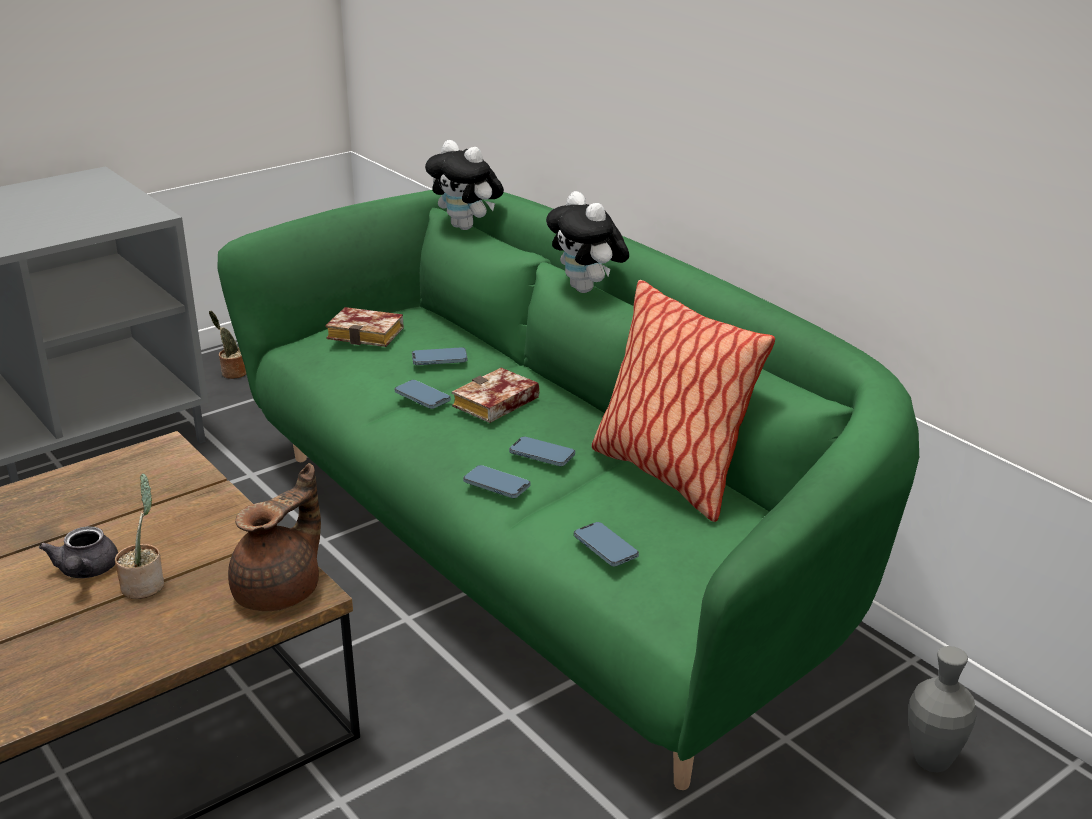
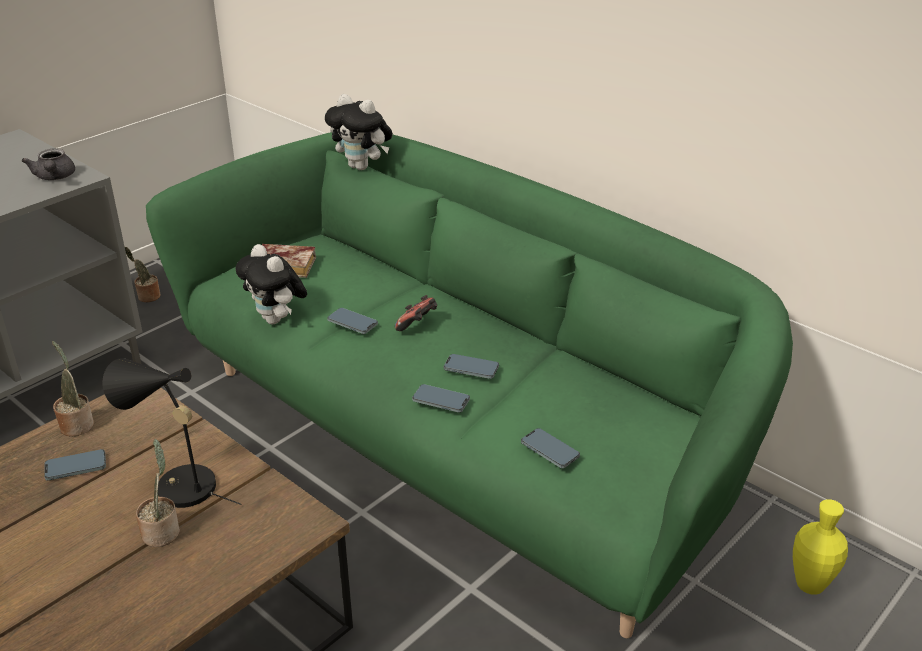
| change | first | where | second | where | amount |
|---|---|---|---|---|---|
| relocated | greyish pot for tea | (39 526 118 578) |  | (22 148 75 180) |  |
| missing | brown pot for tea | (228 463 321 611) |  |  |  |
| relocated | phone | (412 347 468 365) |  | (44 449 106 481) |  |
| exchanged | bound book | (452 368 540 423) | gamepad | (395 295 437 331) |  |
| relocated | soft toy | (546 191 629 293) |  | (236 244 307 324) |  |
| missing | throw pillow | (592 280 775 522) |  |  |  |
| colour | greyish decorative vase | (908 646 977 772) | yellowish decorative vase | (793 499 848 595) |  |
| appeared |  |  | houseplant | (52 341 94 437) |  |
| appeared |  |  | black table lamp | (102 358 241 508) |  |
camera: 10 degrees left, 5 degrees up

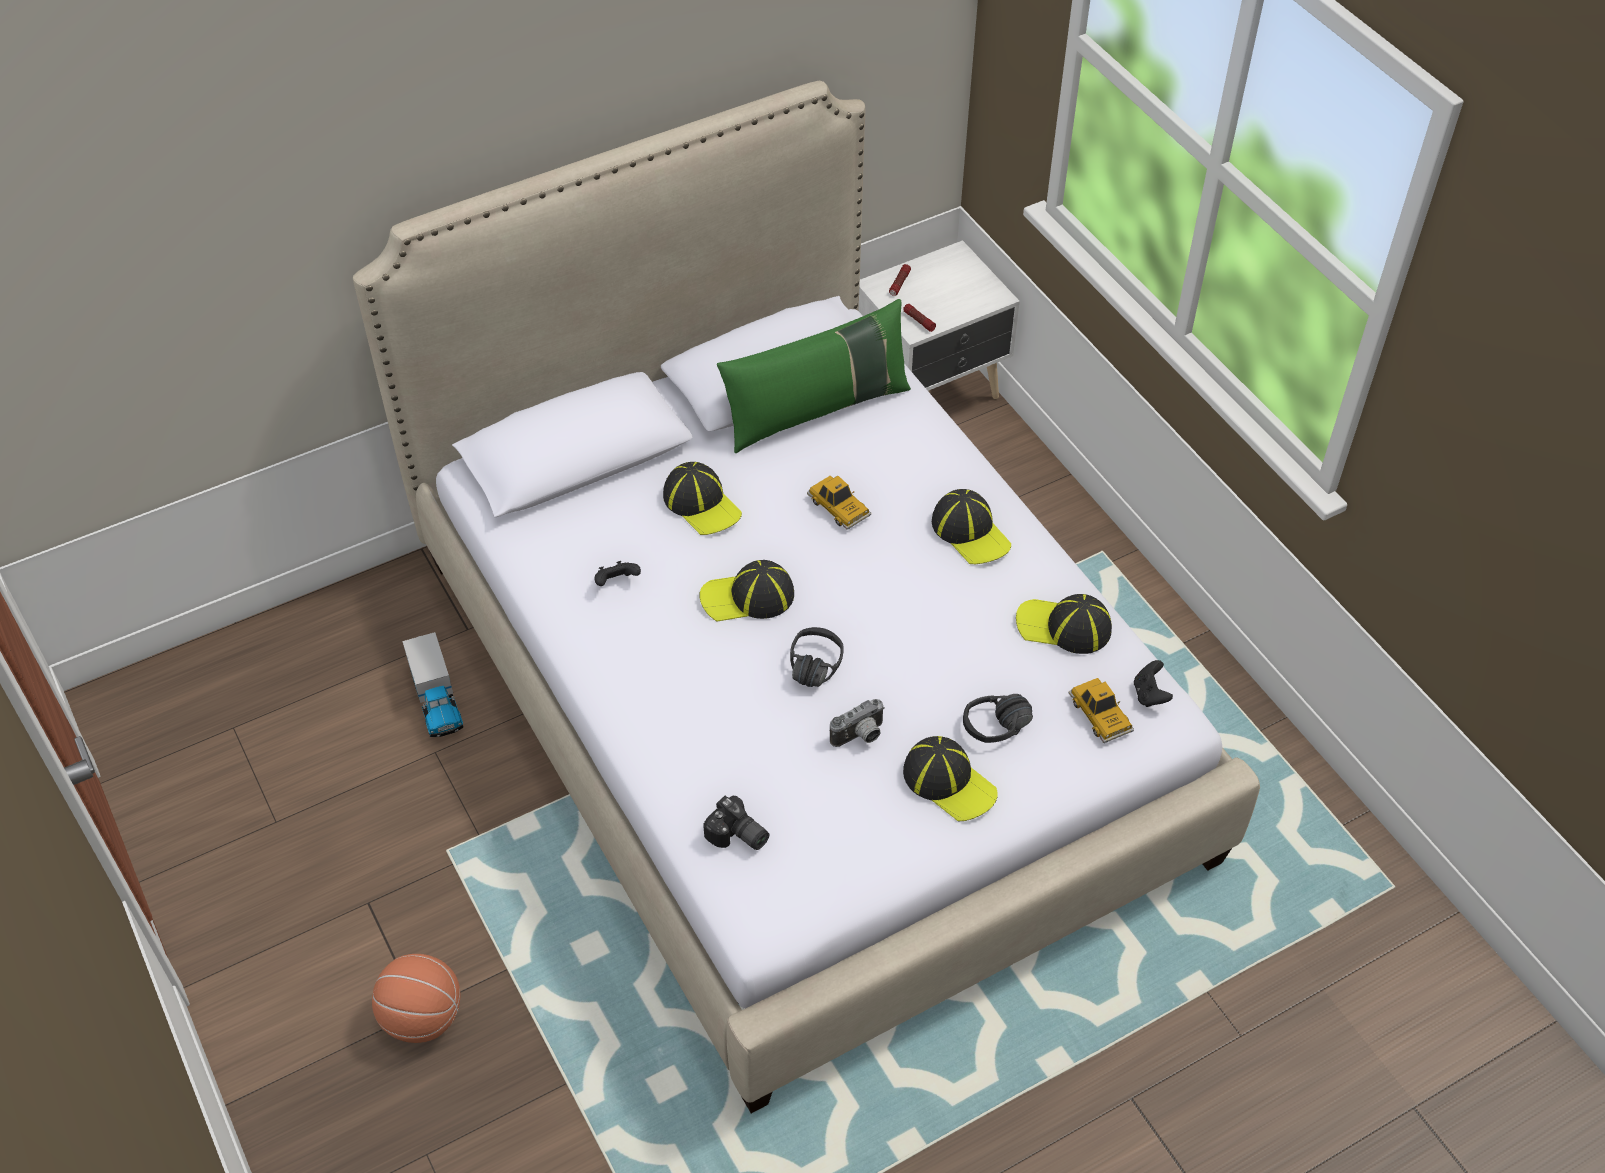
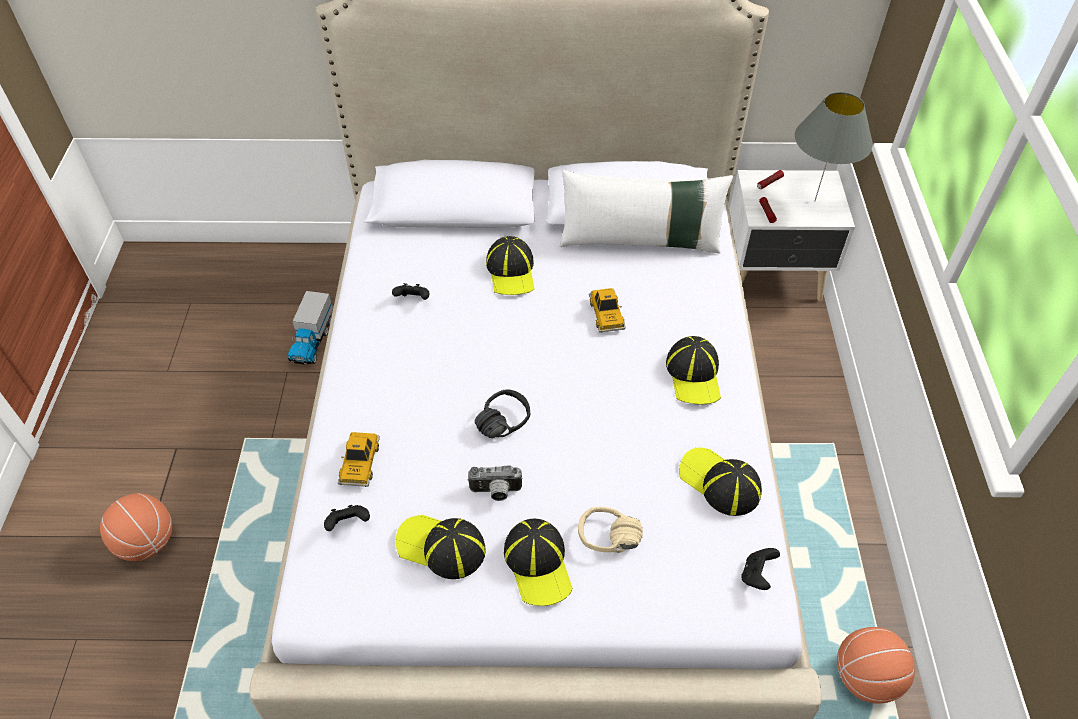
| change | first | where | second | where | amount |
|---|---|---|---|---|---|
| relocated | peaked cap | (700 560 794 622) |  | (396 515 486 579) |  |
| exchanged | still camera | (703 795 769 850) | black gamepad | (324 505 370 531) |  |
| colour | green-coloured throw pillow | (717 299 911 453) | whitish throw pillow | (560 170 733 254) |  |
| colour | black headset | (963 694 1033 743) | sand-coloured headset | (578 507 643 553) |  |
| relocated | toy car | (1069 678 1134 743) |  | (338 432 380 487) |  |
| appeared |  |  | greyish table lamp | (795 92 873 201) |  |
| appeared |  |  | basketball | (837 627 915 704) |  |
camera: 30 degrees right, 0 degrees up

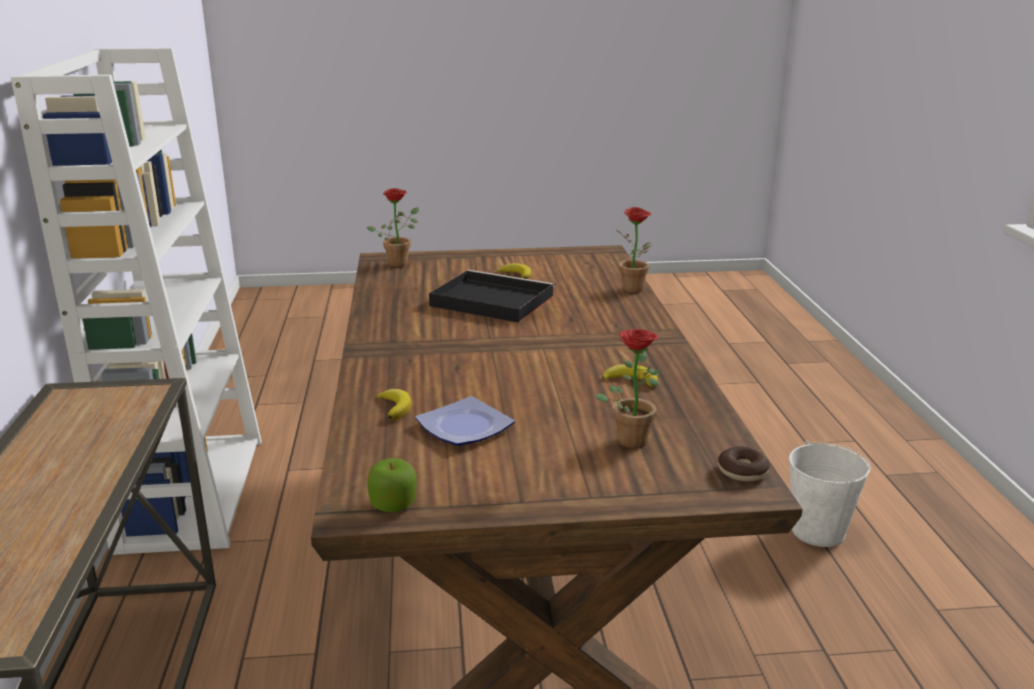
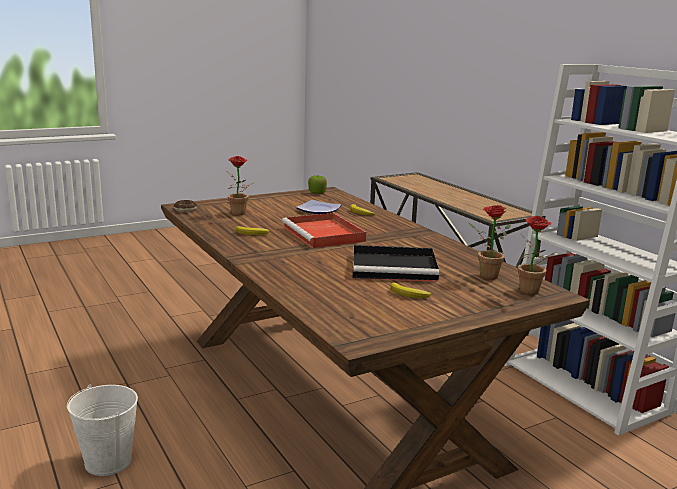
| change | first | where | second | where | amount |
|---|---|---|---|---|---|
| relocated | houseplant | (617 207 652 293) |  | (469 205 511 280) |  |
| appeared |  |  | reddish carrying tray | (282 213 367 248) |  |
camera: 155 degrees right, 5 degrees down

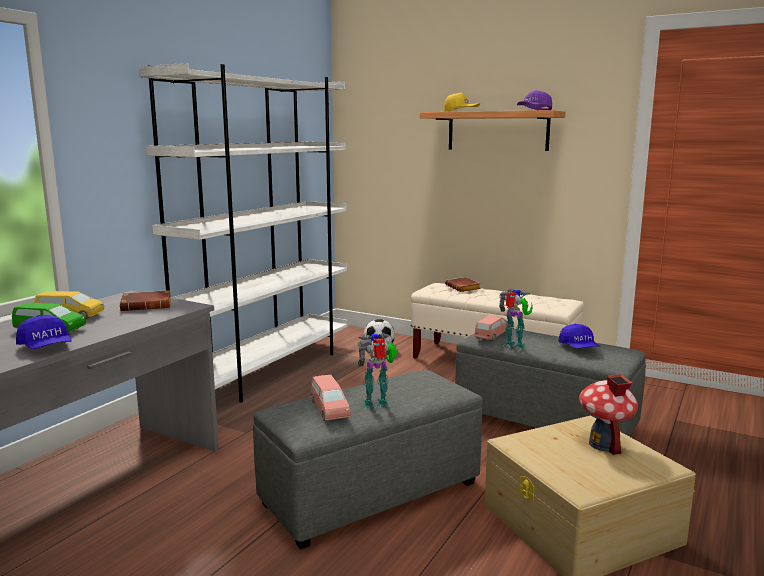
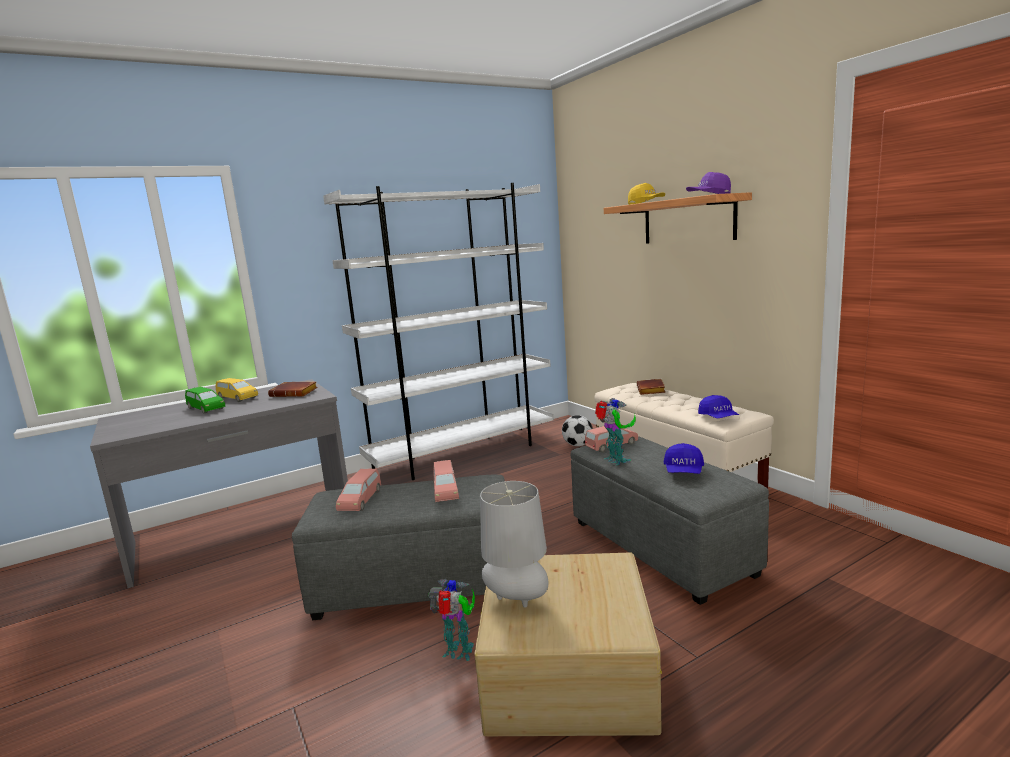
| change | first | where | second | where | amount |
|---|---|---|---|---|---|
| relocated | blue-coloured peaked cap | (16 315 72 349) |  | (698 395 739 418) |  |
| relocated | model robot | (358 333 398 409) |  | (428 578 475 661) |  |
| missing | miniature house | (579 374 638 455) |  |  |  |
| appeared |  |  | pink-coloured toy car | (433 460 459 502) |  |
| appeared |  |  | greyish table lamp | (480 481 549 608) |  |
camera: 30 degrees right, 0 degrees up

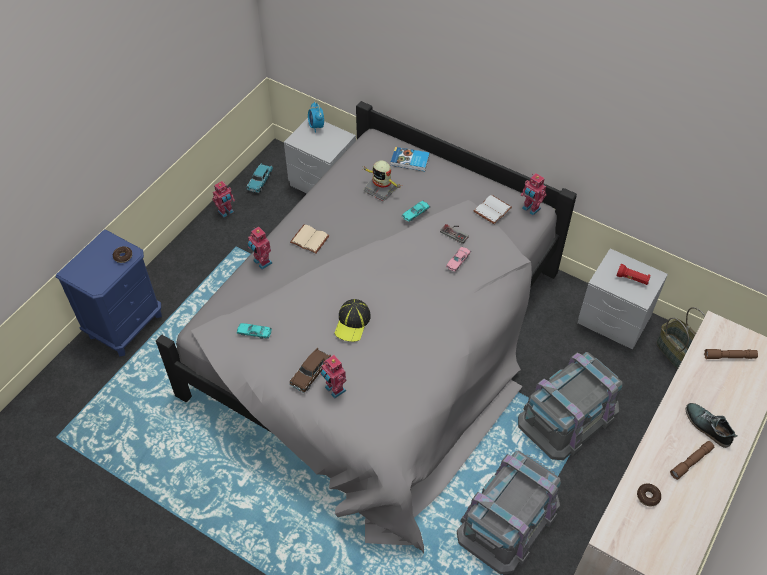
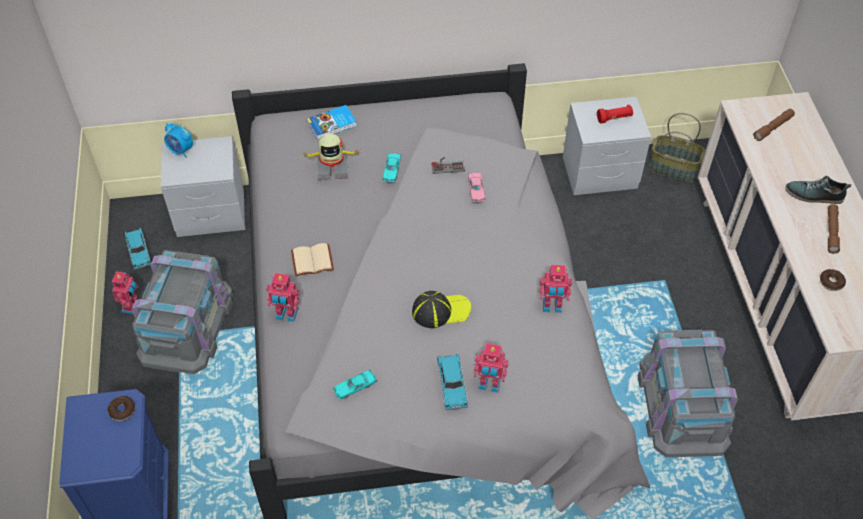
| change | first | where | second | where | amount |
|---|---|---|---|---|---|
| colour | brown toy car | (289 348 331 393) | blue-green toy car | (437 353 468 410) |  |
| spun | peaked cap | (334 299 371 342) |  | (412 291 471 328) | 75 degrees counterclockwise |
| missing | whitish bound book | (474 195 512 224) |  |  |  |
| relocated | greyish storage container | (518 352 623 460) |  | (131 250 233 374) |  |
| relocated | model robot | (521 173 547 215) |  | (539 265 572 313) |  |
camera: 40 degrees left, 0 degrees up

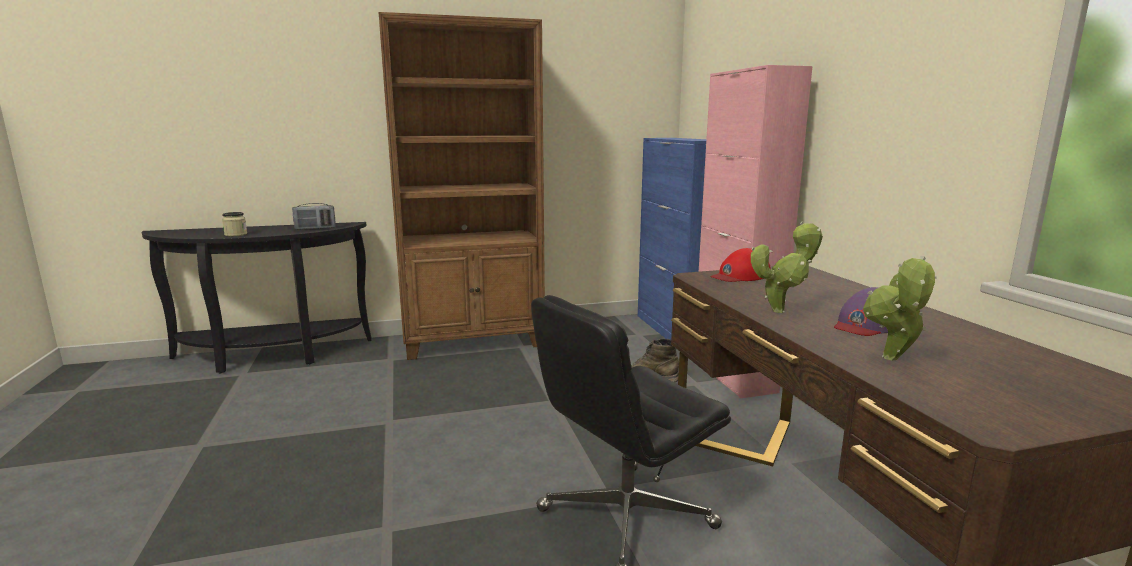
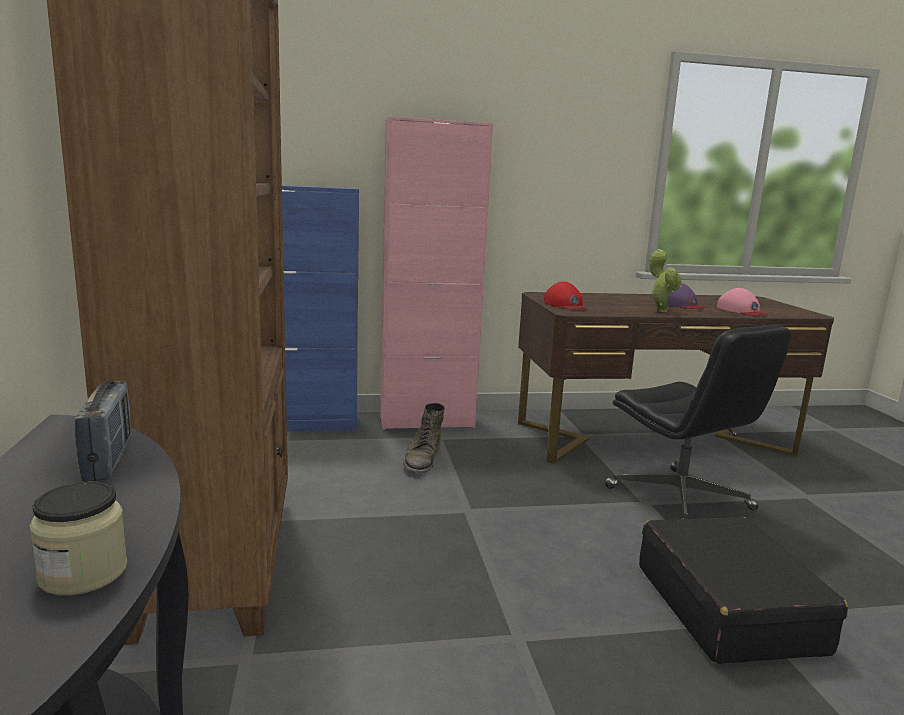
| change | first | where | second | where | amount |
|---|---|---|---|---|---|
| exchanged | houseplant | (863 256 937 360) | pink-coloured peaked cap | (717 288 768 315) |  |
| appeared |  |  | black piece of luggage | (639 517 848 664) |  |
camera: 85 degrees left, 0 degrees up

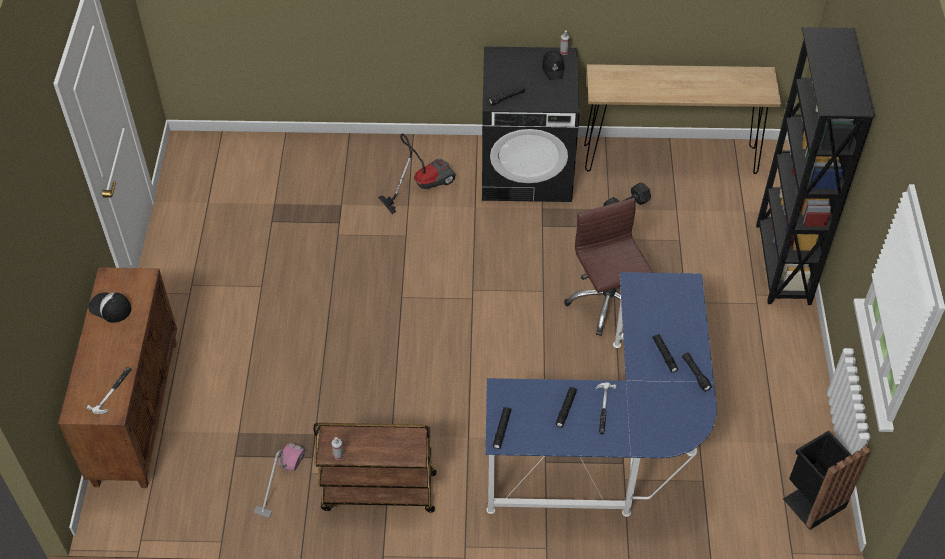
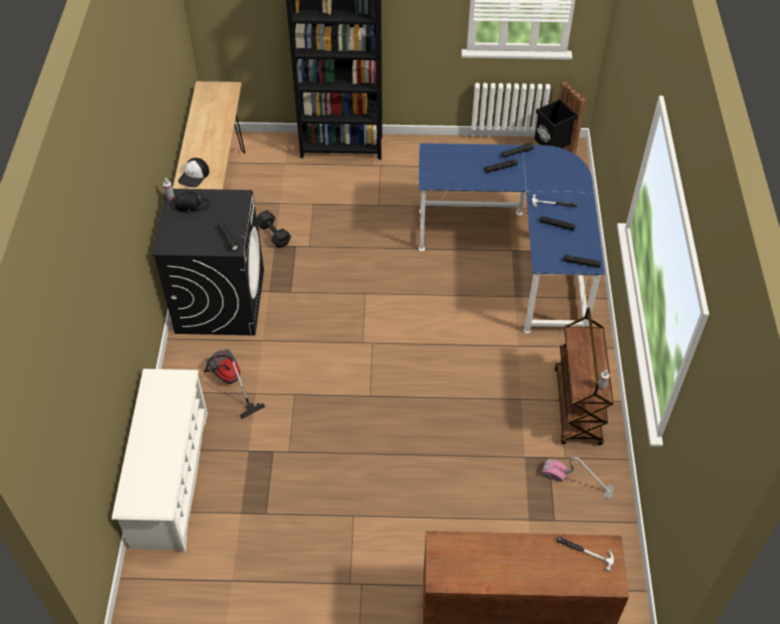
| change | first | where | second | where | amount |
|---|---|---|---|---|---|
| relocated | peaked cap | (88 292 131 323) |  | (178 158 209 188) |  |
| missing | brown computer chair | (564 198 653 336) |  |  |  |
| appeared |  |  | whitish shoe rack | (112 369 208 553) |  |
camera: 90 degrees left, 0 degrees up

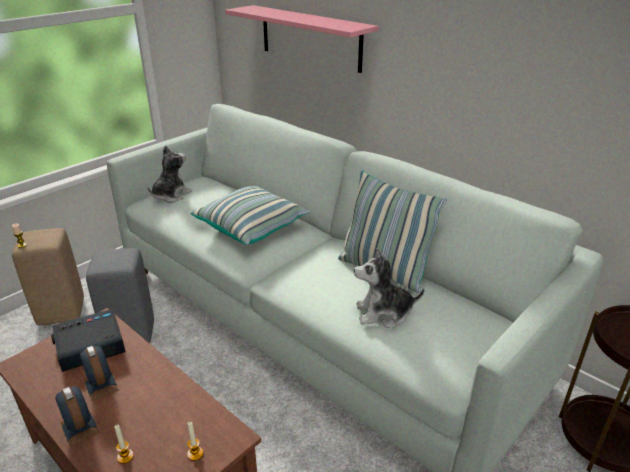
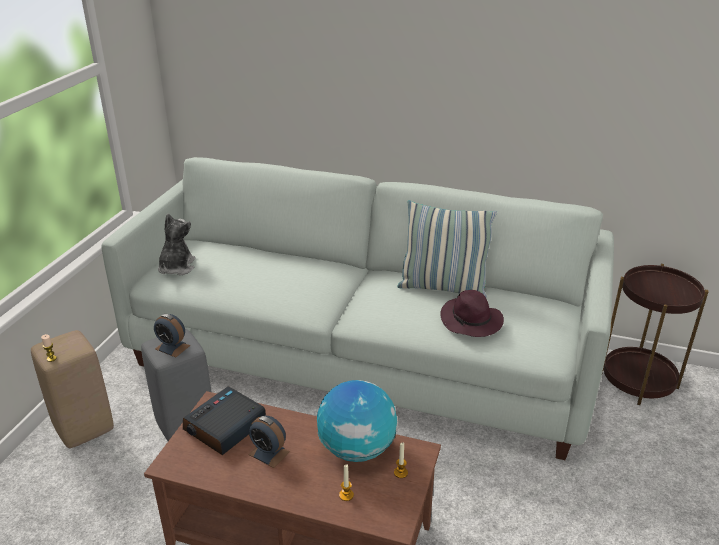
| change | first | where | second | where | amount |
|---|---|---|---|---|---|
| relocated | bedside clock | (55 386 100 447) |  | (154 314 190 357) |  |
| missing | throw pillow | (191 185 310 245) |  |  |  |
| missing | pink-coloured wall shelf | (225 5 378 73) |  |  |  |
| exchanged | soft toy | (354 248 425 328) | purple wearable hat | (440 290 504 337) |  |
| appeared |  |  | desk globe | (317 380 397 462) |  |
camera: 25 degrees left, 0 degrees up

